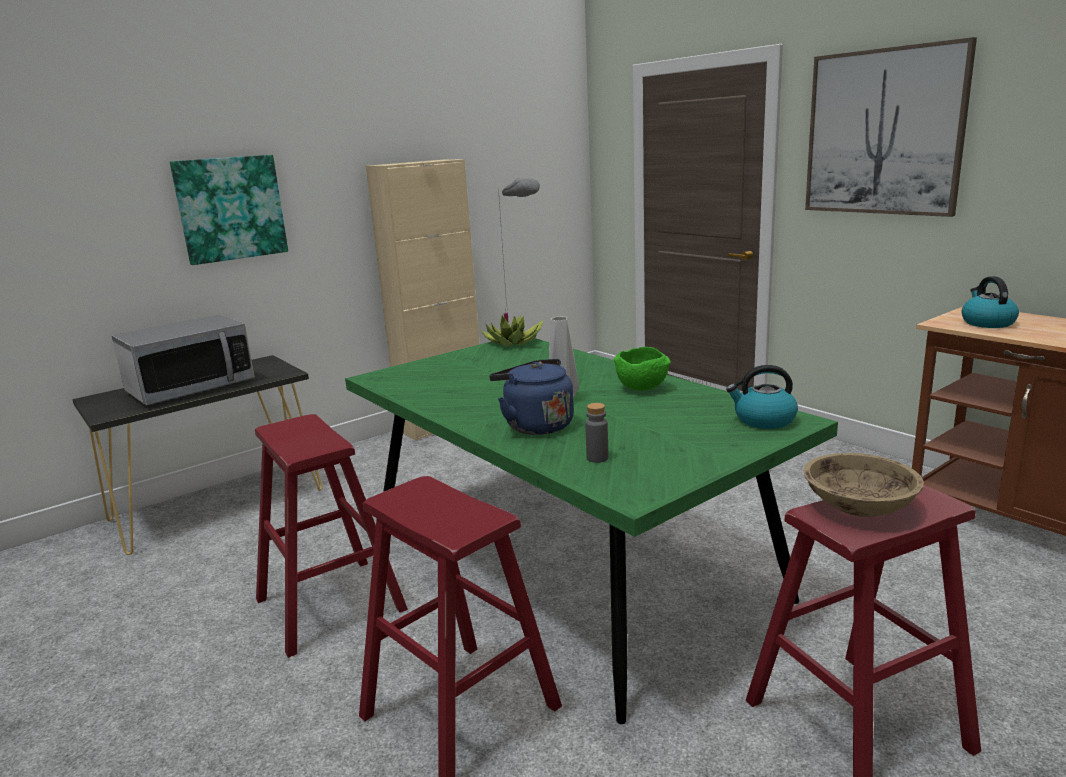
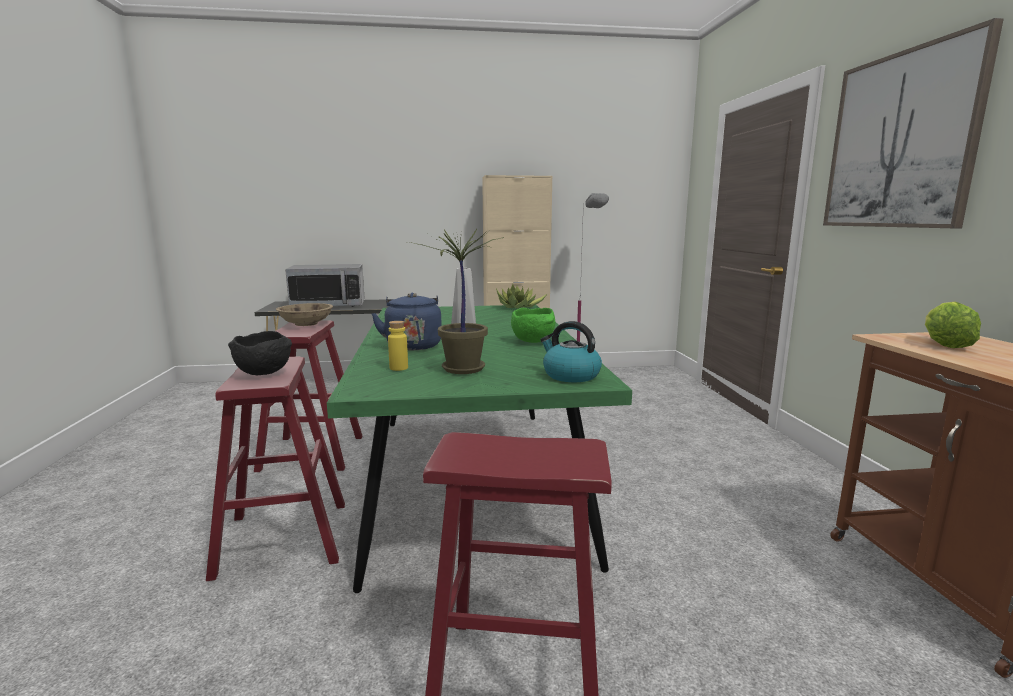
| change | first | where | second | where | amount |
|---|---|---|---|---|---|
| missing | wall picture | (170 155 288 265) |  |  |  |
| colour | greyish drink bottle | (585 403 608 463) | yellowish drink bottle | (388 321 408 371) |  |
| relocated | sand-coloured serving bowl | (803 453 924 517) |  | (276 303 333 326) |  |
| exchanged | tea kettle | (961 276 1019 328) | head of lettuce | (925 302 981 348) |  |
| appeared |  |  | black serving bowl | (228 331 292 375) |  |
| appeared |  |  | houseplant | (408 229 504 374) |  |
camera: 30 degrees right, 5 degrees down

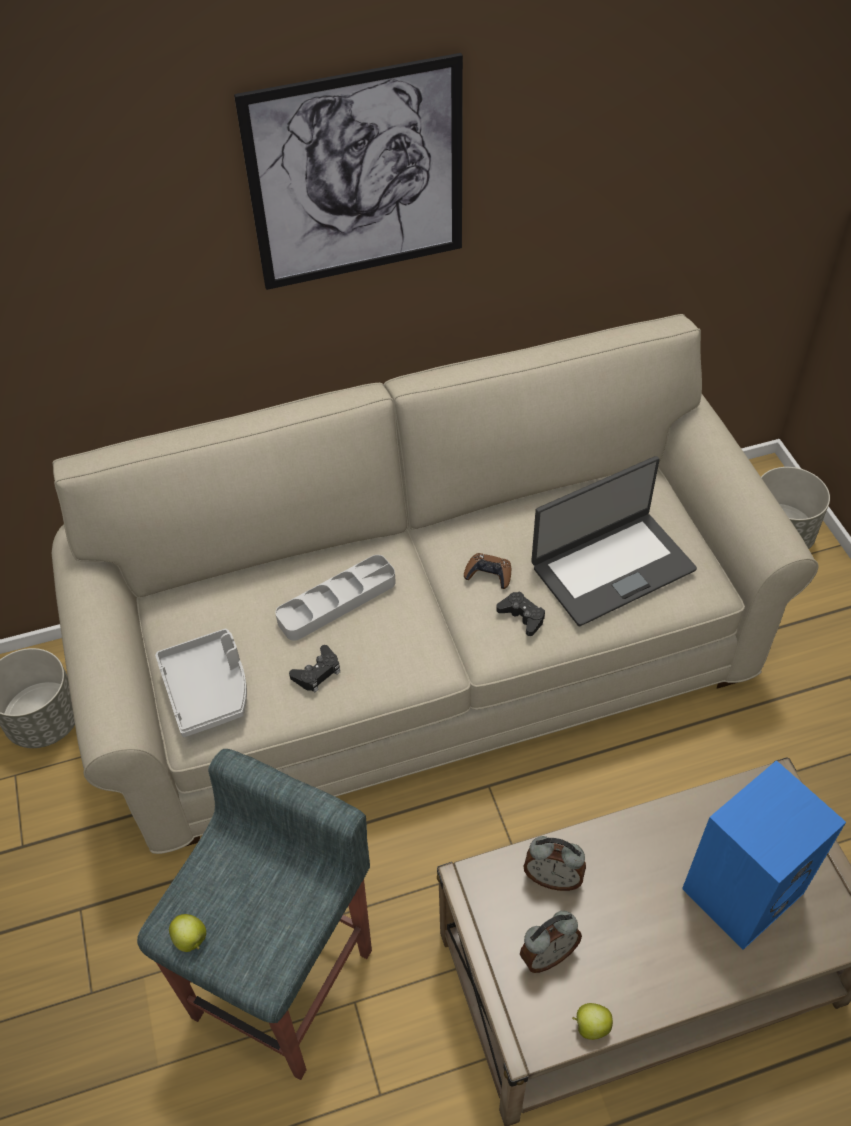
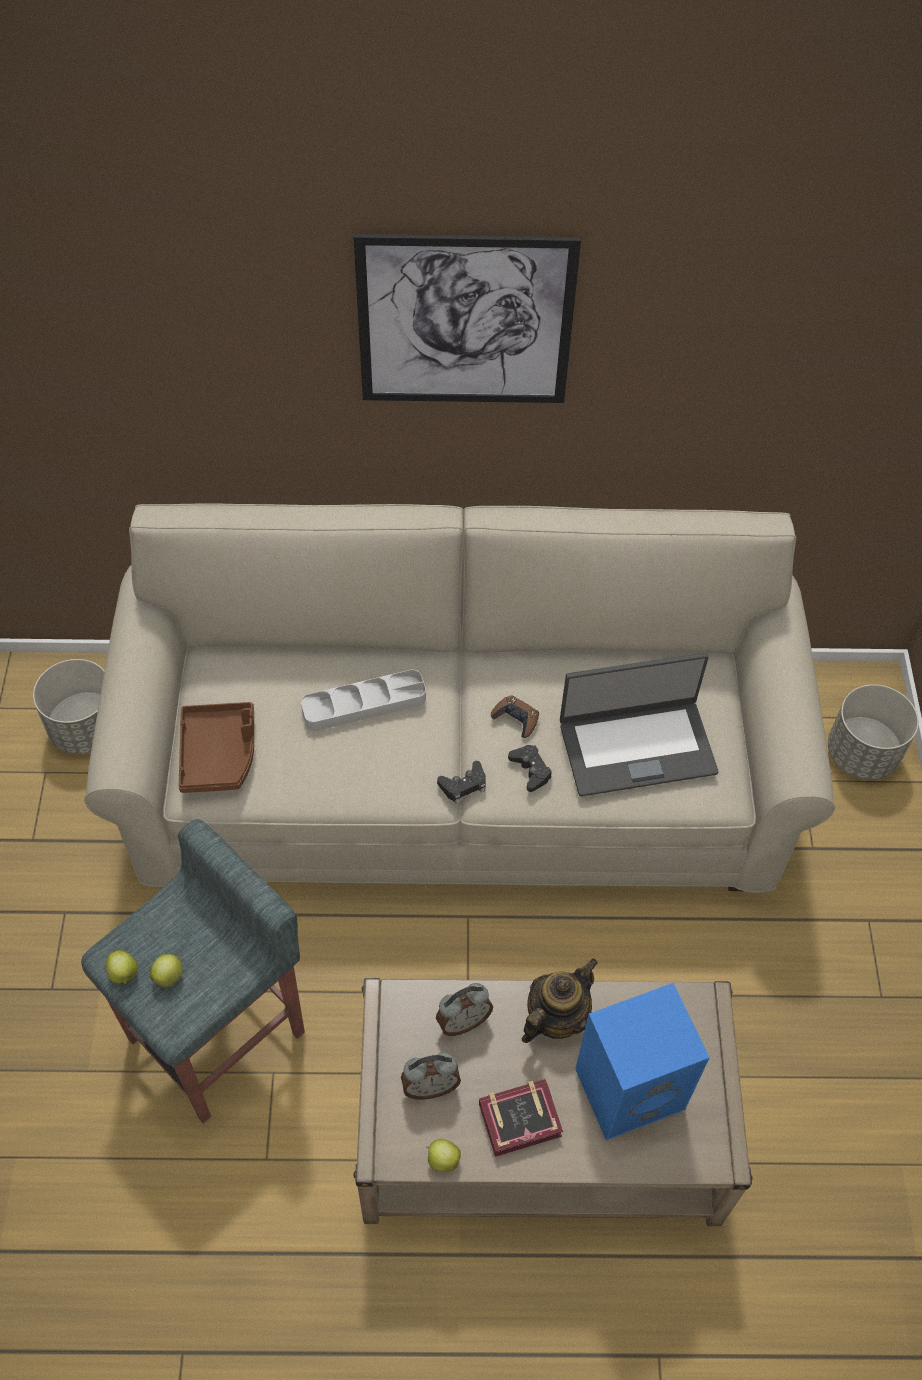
| change | first | where | second | where | amount |
|---|---|---|---|---|---|
| colour | greyish carrying tray | (155 629 247 737) | brown carrying tray | (179 702 254 793) |  |
| relocated | black gamepad | (289 645 340 692) |  | (437 761 486 803) |  |
| spun | bedside clock | (523 836 586 891) |  | (436 983 493 1036) | 60 degrees counterclockwise |
| appeared |  |  | whole apple | (150 954 183 987) |  |
| appeared |  |  | bound book | (479 1079 563 1157) |  |
| appeared |  |  | pot for tea | (522 958 598 1043) |  |
camera: 15 degrees right, 5 degrees up

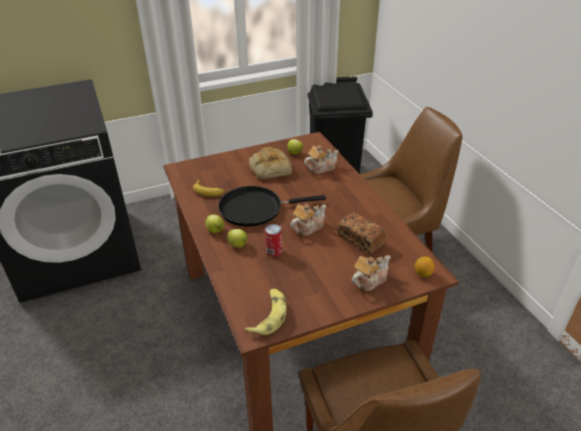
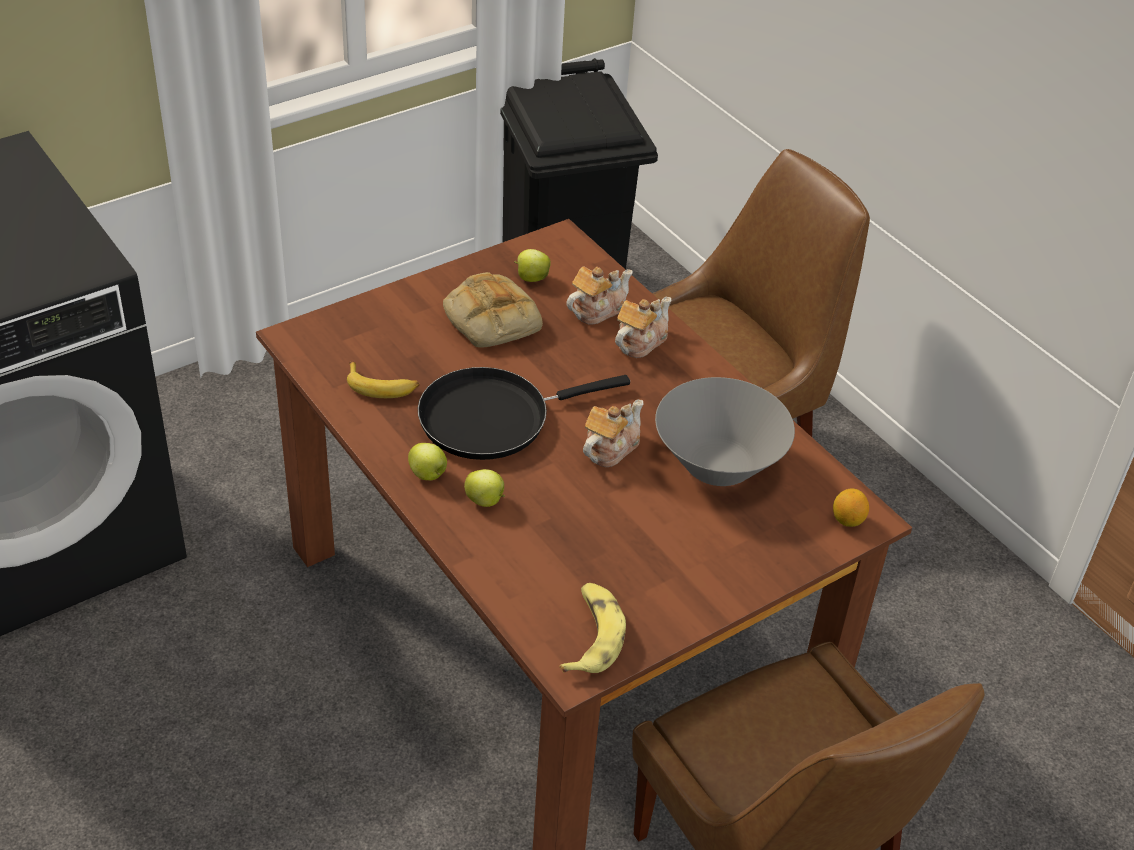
| change | first | where | second | where | amount |
|---|---|---|---|---|---|
| missing | can | (265 224 282 257) |  |  |  |
| exchanged | bread | (338 213 386 254) | greyish serving bowl | (655 377 795 486) |  |
| relocated | pot for tea | (352 255 391 291) |  | (615 297 672 358) |  |
camera: 15 degrees left, 5 degrees up

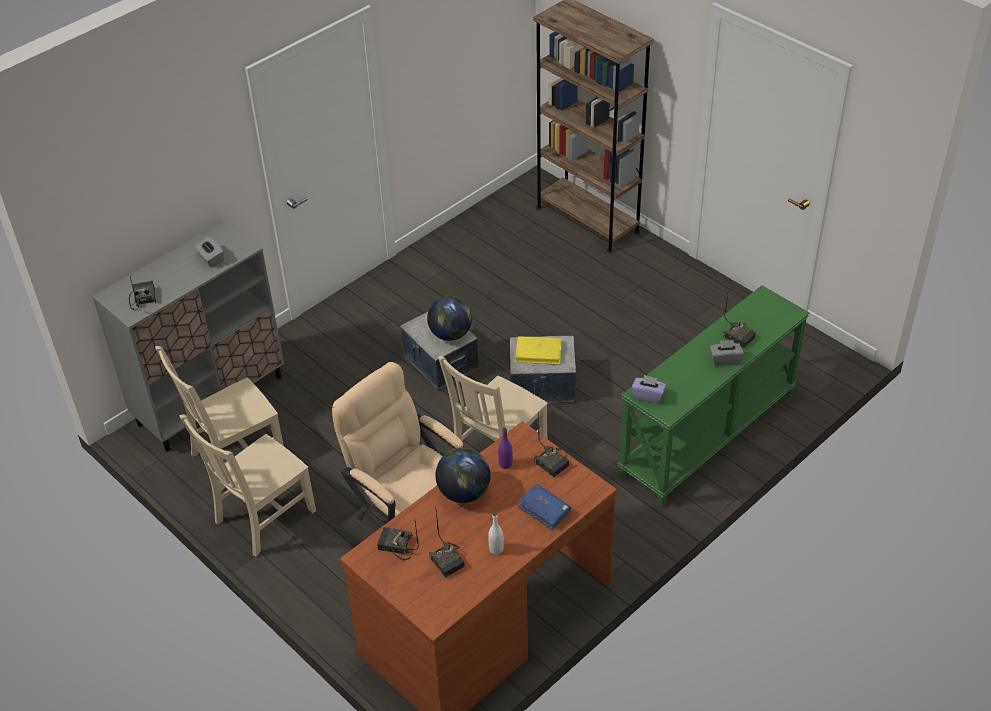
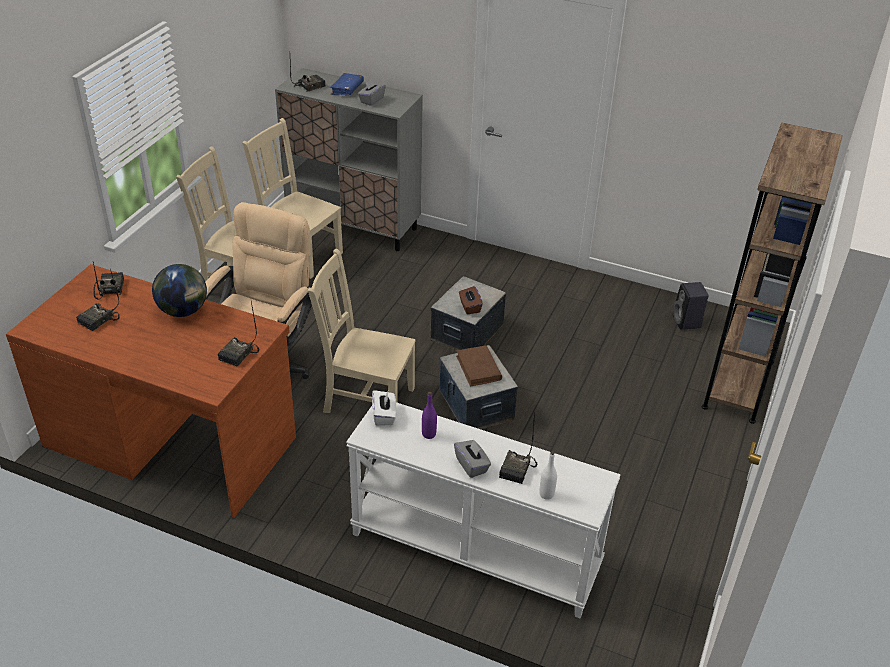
| change | first | where | second | where | amount |
|---|---|---|---|---|---|
| exchanged | desk globe | (427 296 472 341) | brown tissue box | (459 286 483 314) |  |
| relocated | whitish drink bottle | (488 513 504 555) |  | (539 451 557 500) |  |
| relocated | purple drink bottle | (498 427 513 469) |  | (422 392 437 439) |  |
| colour | yellowish bound book | (515 336 561 365) | brown bound book | (456 345 502 386) |  |
| relocated | blue-coloured bound book | (518 484 571 531) |  | (330 73 364 96) |  |
| colour | green-coloured hall table | (618 285 809 506) | whitish hall table | (346 402 620 618) |  |
| colour | purple tissue box | (631 375 666 404) | whitish tissue box | (372 390 396 426) |  |
| appeared |  |  | black speaker | (673 282 708 330) |  |
camera: 65 degrees right, 5 degrees down

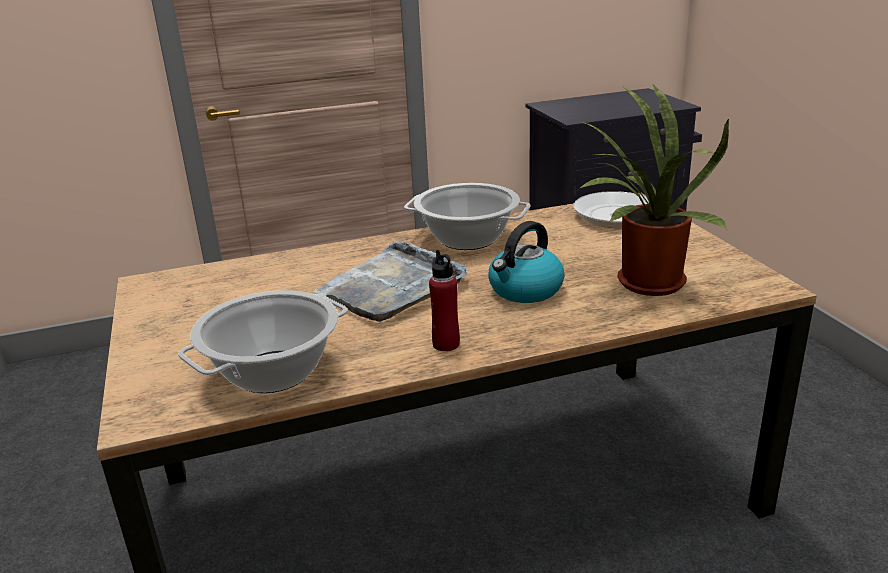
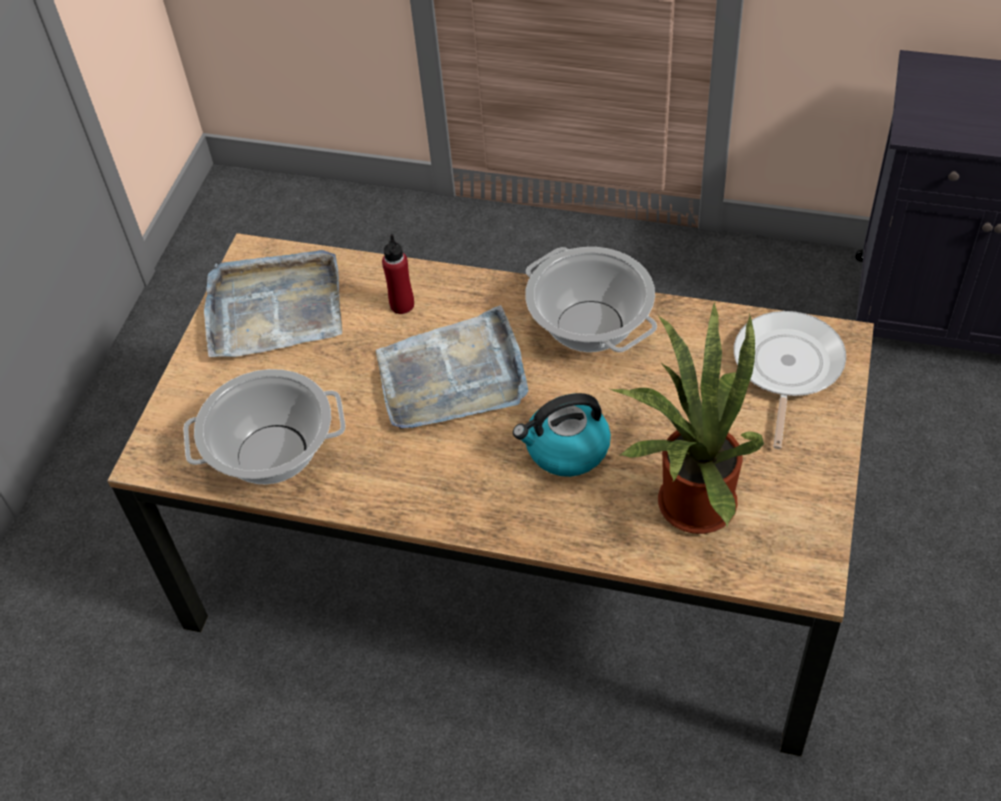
| change | first | where | second | where | amount |
|---|---|---|---|---|---|
| relocated | reddish drink bottle | (429 250 460 351) |  | (382 234 414 314) |  |
| appeared |  |  | greyish carrying tray | (204 250 342 357) |  |
camera: 35 degrees right, 25 degrees up

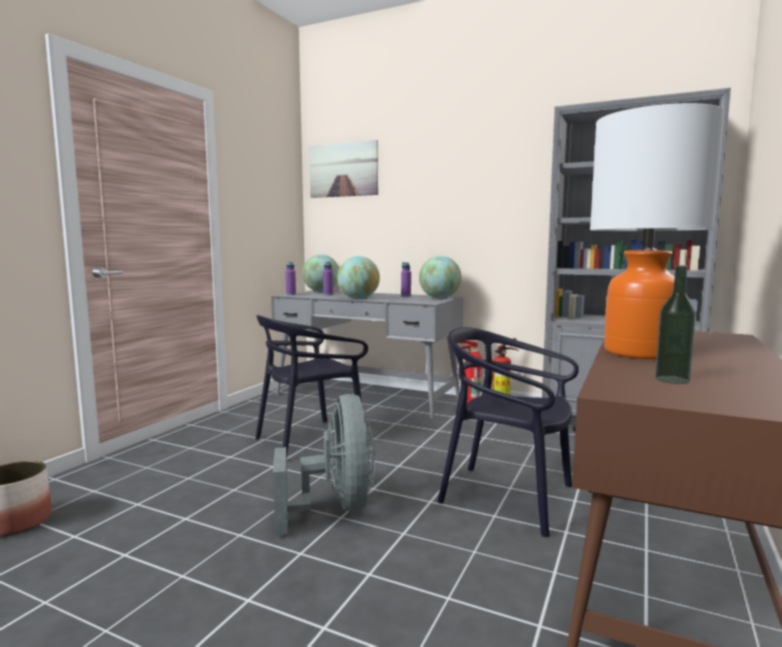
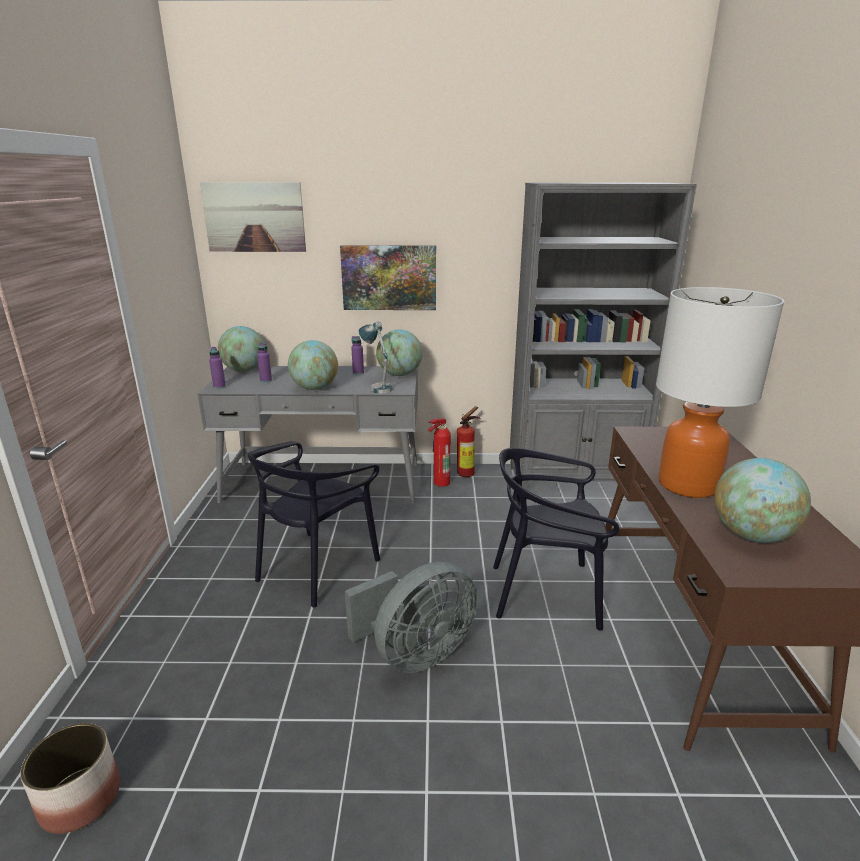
| change | first | where | second | where | amount |
|---|---|---|---|---|---|
| spun | greyish fan | (273 394 375 535) |  | (345 562 478 673) | 90 degrees clockwise |
| exchanged | drink bottle | (655 266 696 384) | desk globe | (714 458 811 543) |  |
| appeared |  |  | wall picture | (340 245 436 310) |  |
| appeared |  |  | table lamp | (359 321 392 394) |  |
camera: 25 degrees left, 15 degrees up

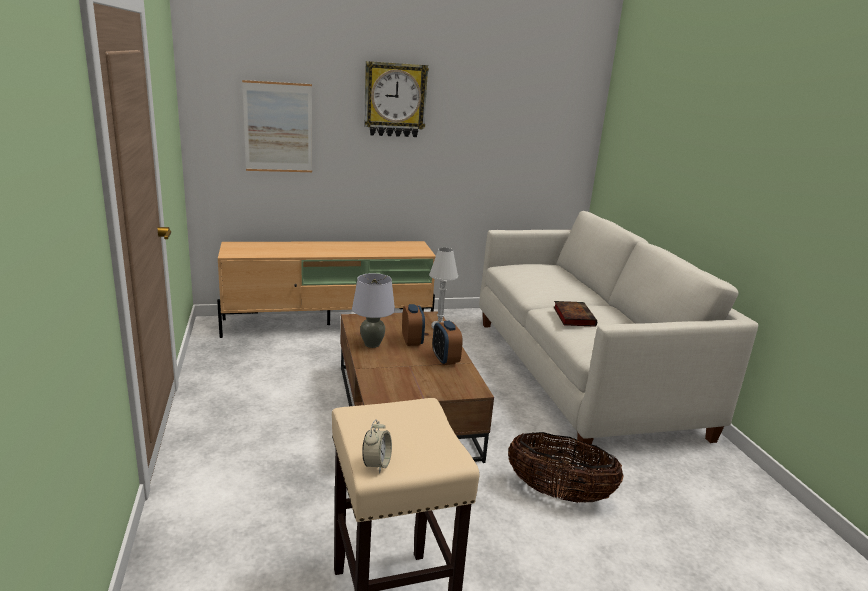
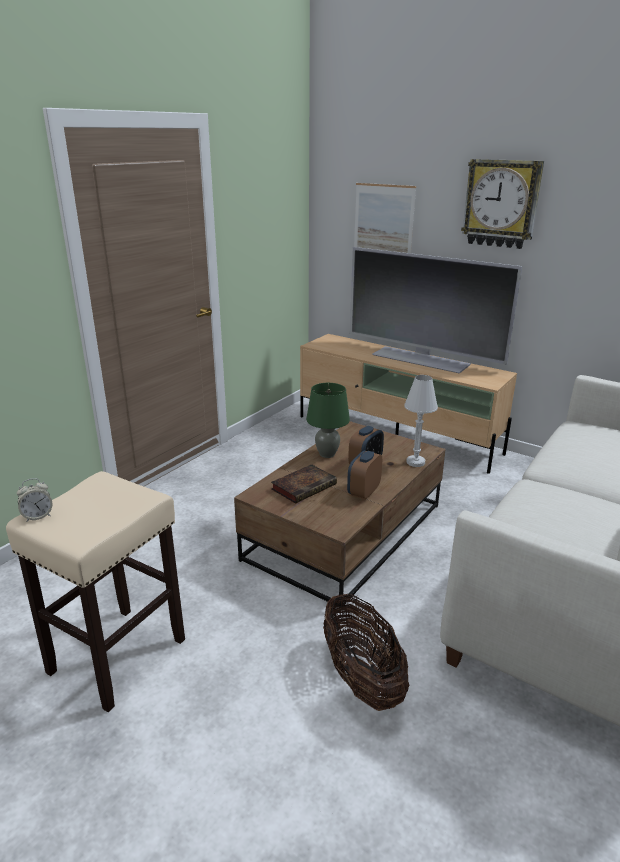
| change | first | where | second | where | amount |
|---|---|---|---|---|---|
| colour | greyish table lamp | (352 273 395 348) | green-coloured table lamp | (306 383 350 458) |  |
| relocated | bound book | (554 301 597 327) |  | (271 464 337 504) |  |
| appeared |  |  | TV set | (350 247 522 374) |  |
camera: 50 degrees right, 5 degrees up

